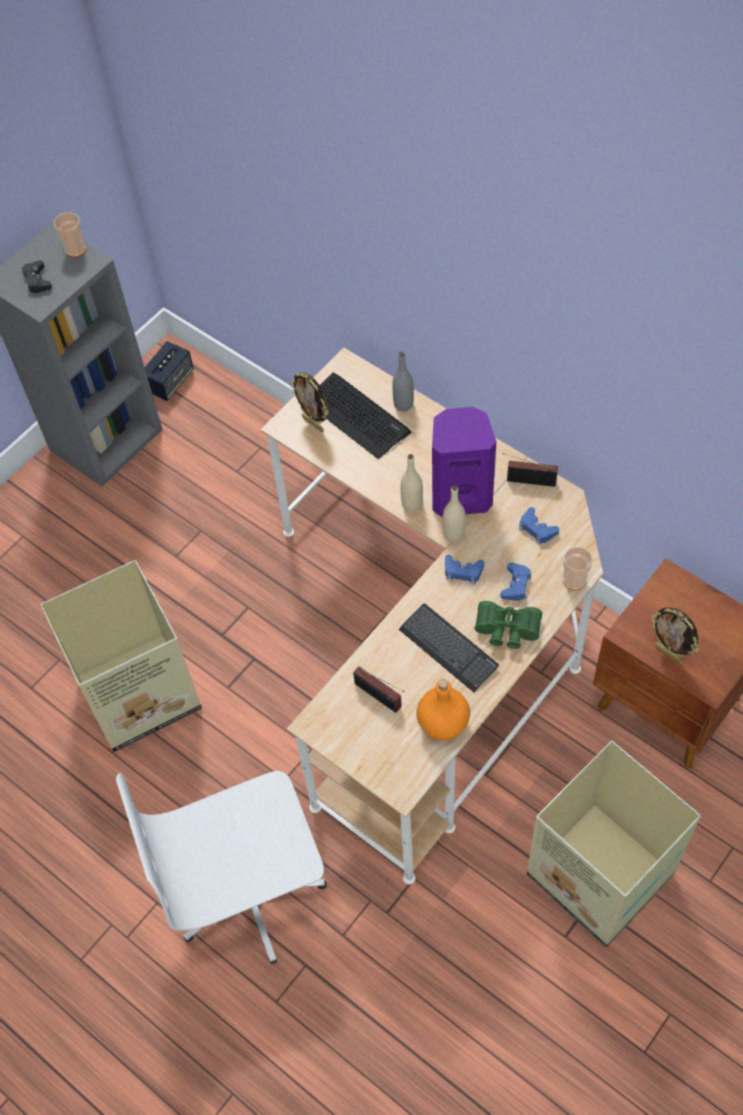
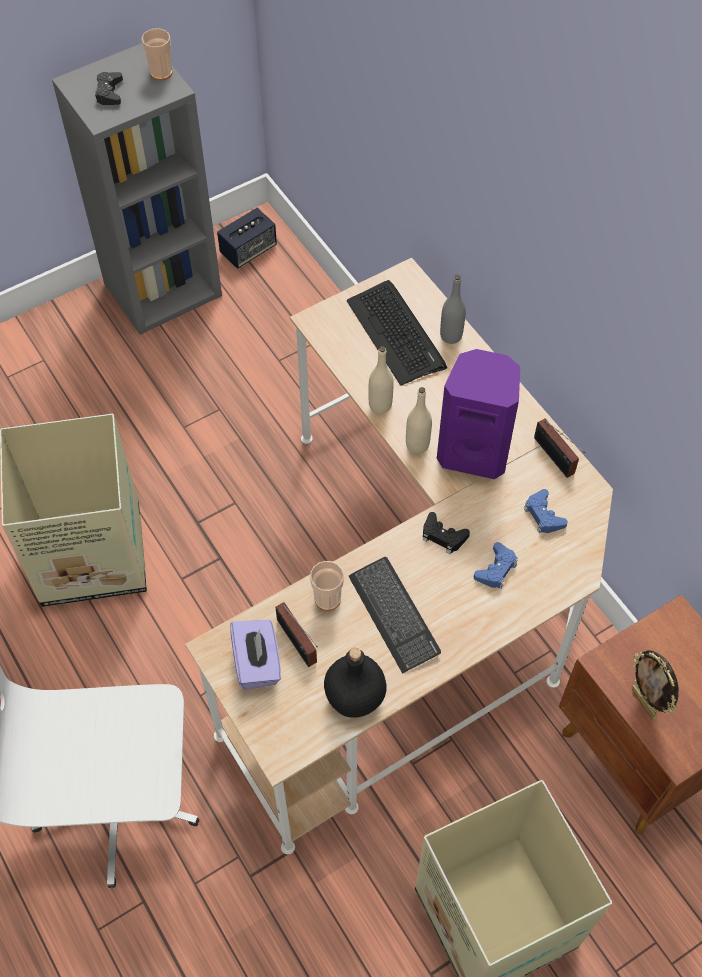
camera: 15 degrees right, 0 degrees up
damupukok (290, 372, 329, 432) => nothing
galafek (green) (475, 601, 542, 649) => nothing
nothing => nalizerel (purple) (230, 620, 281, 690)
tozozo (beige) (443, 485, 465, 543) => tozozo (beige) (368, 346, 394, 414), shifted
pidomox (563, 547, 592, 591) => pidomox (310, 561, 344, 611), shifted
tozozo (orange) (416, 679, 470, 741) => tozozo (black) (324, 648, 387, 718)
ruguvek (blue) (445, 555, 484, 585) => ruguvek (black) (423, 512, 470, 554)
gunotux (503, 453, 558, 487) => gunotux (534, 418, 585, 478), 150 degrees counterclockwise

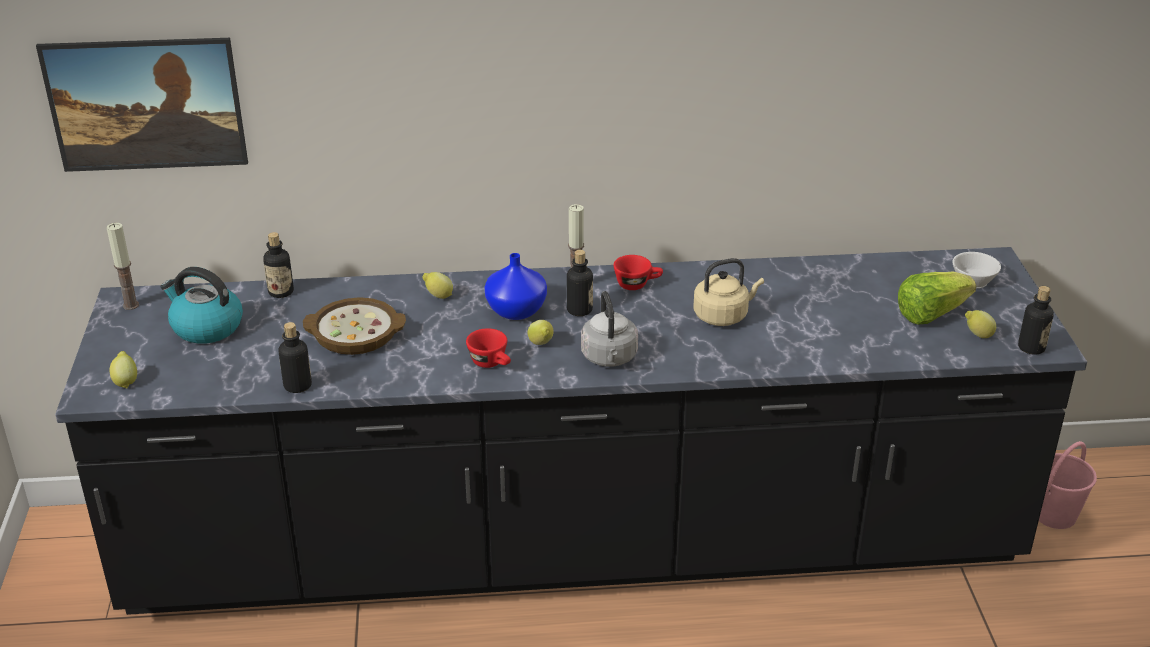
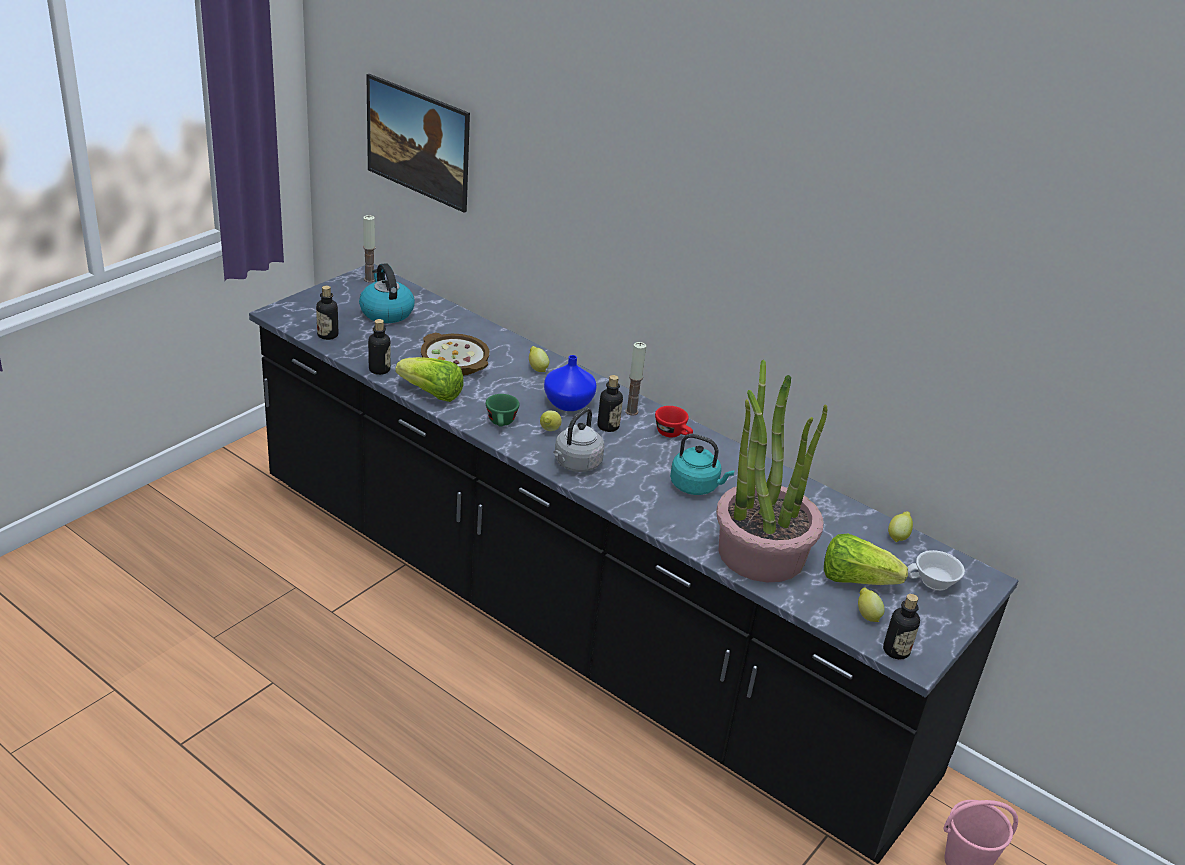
camera: 40 degrees right, 0 degrees up
nothing => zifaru (395, 357, 464, 402)
nothing => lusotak (716, 360, 828, 582)
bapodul (110, 351, 137, 388) => bapodul (888, 512, 913, 542), shifted
tozozo (263, 232, 294, 298) => tozozo (316, 286, 338, 340), shifted
pidomox (red) (466, 328, 511, 368) => pidomox (green) (486, 394, 519, 427)
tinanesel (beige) (693, 258, 764, 326) => tinanesel (turquoise) (670, 434, 735, 495)

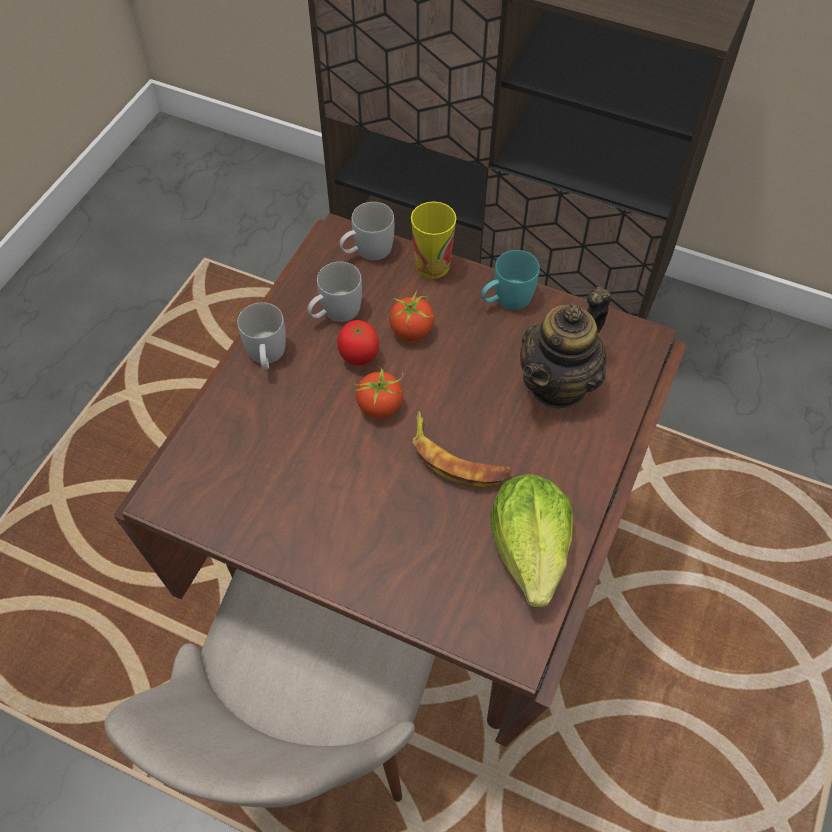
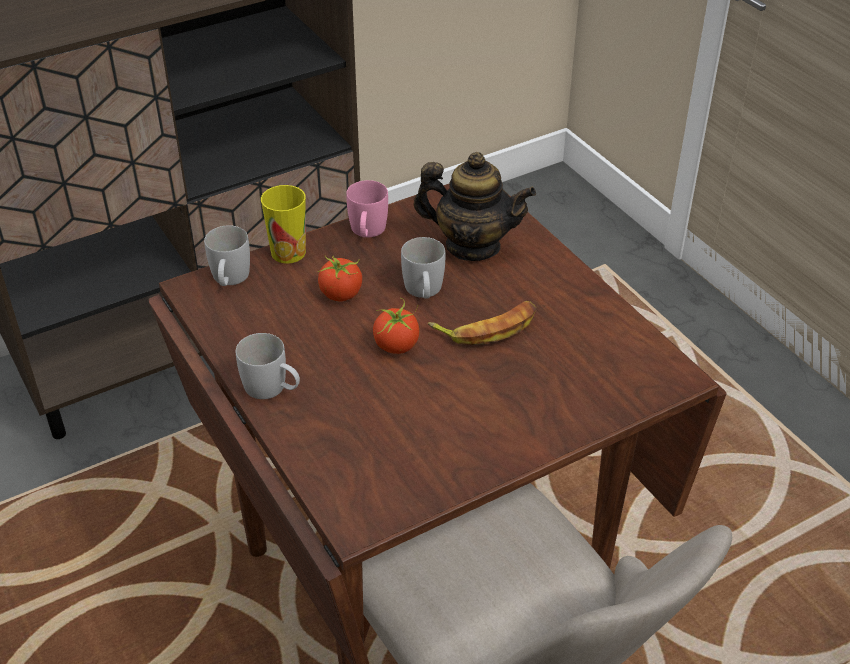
camera: 55 degrees left, 15 degrees down
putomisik (337, 320, 379, 365) => nothing
zifaru (490, 474, 573, 607) => nothing
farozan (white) (308, 262, 362, 322) => farozan (white) (401, 237, 445, 299), shifted
farozan (turquoise) (481, 250, 540, 310) => farozan (pink) (346, 180, 388, 237)
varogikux (520, 287, 611, 410) => varogikux (413, 152, 536, 261), 60 degrees counterclockwise

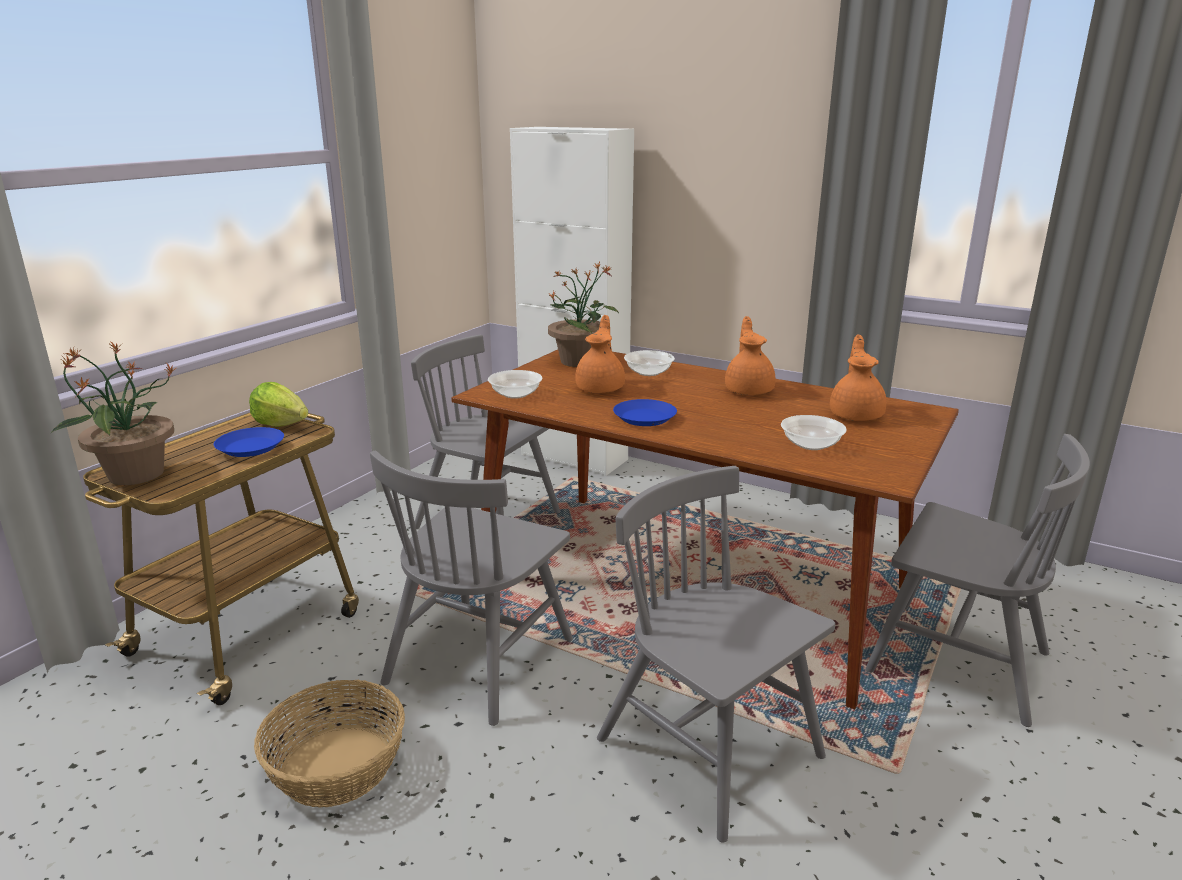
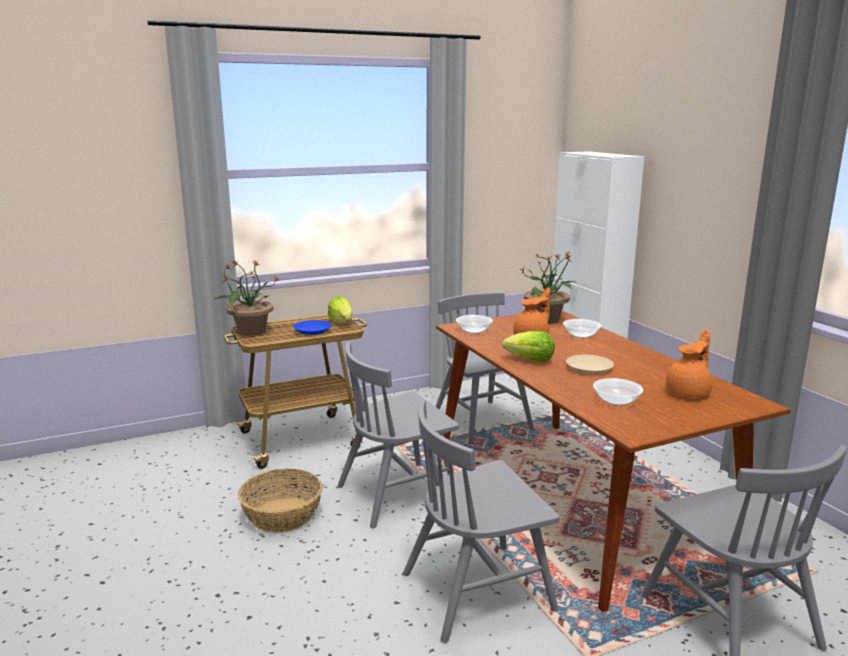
camera: 35 degrees right, 5 degrees down
varogikux (orange) (725, 316, 776, 395) => nothing
nothing => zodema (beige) (566, 354, 614, 374)
zodema (blue) (613, 399, 677, 426) => zifaru (503, 331, 555, 362)
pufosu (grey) (597, 466, 835, 842) => pufosu (grey) (403, 400, 560, 643), 105 degrees counterclockwise

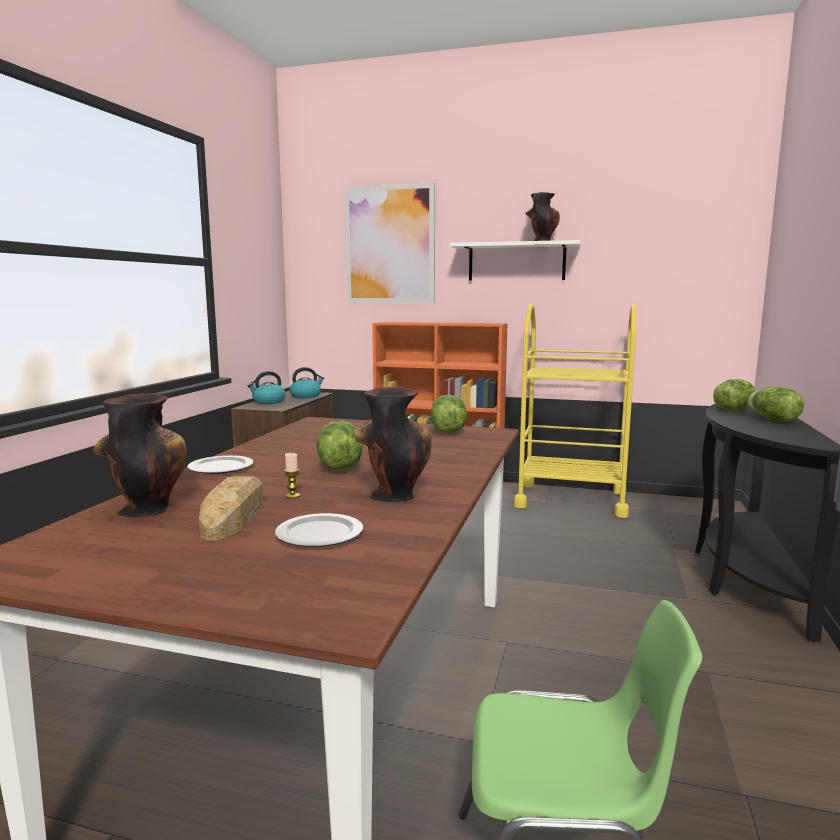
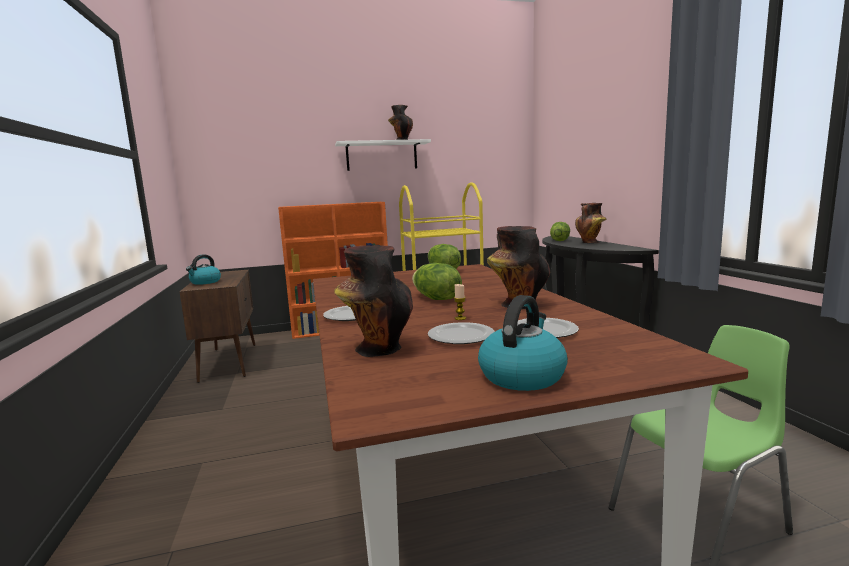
camera: 30 degrees left, 0 degrees up
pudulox (344, 182, 435, 303) => nothing
tinanesel (290, 367, 324, 398) => tinanesel (478, 295, 568, 391), shifted
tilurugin (199, 476, 263, 541) => zodema (428, 322, 495, 344)
zifaru (748, 387, 804, 422) => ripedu (575, 203, 607, 243)

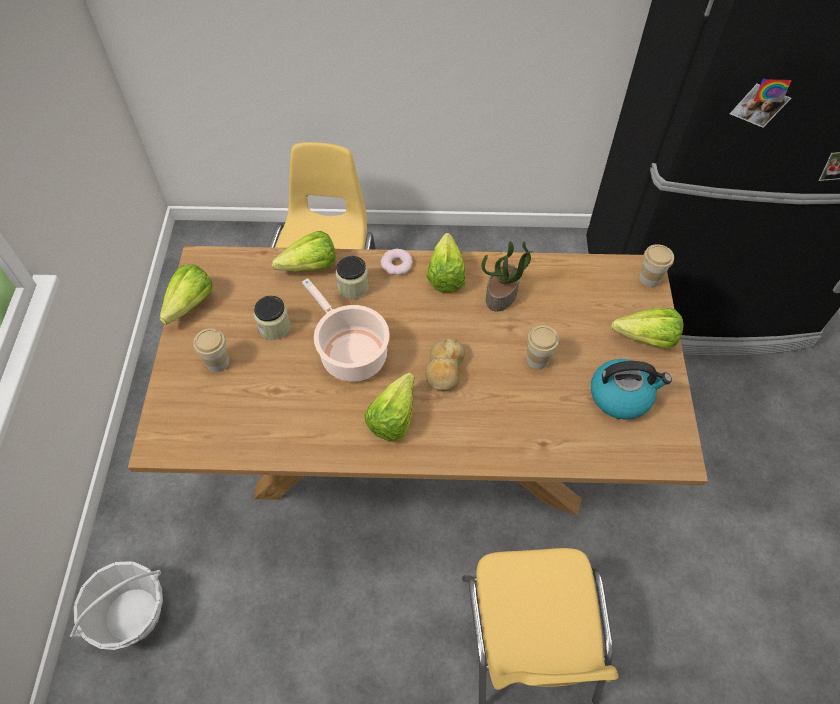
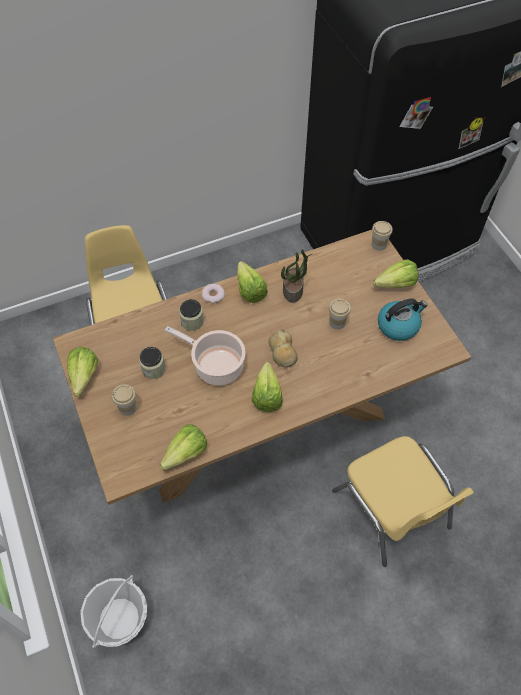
camera: 25 degrees left, 0 degrees up
zifaru (272, 231, 336, 271) => zifaru (160, 424, 207, 471), shifted

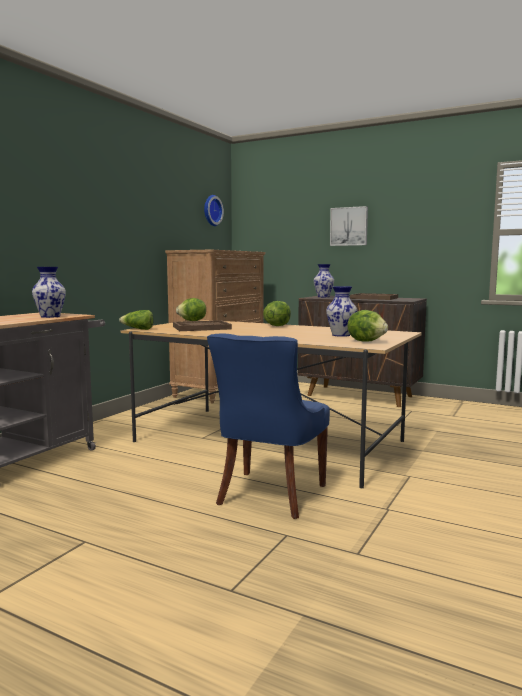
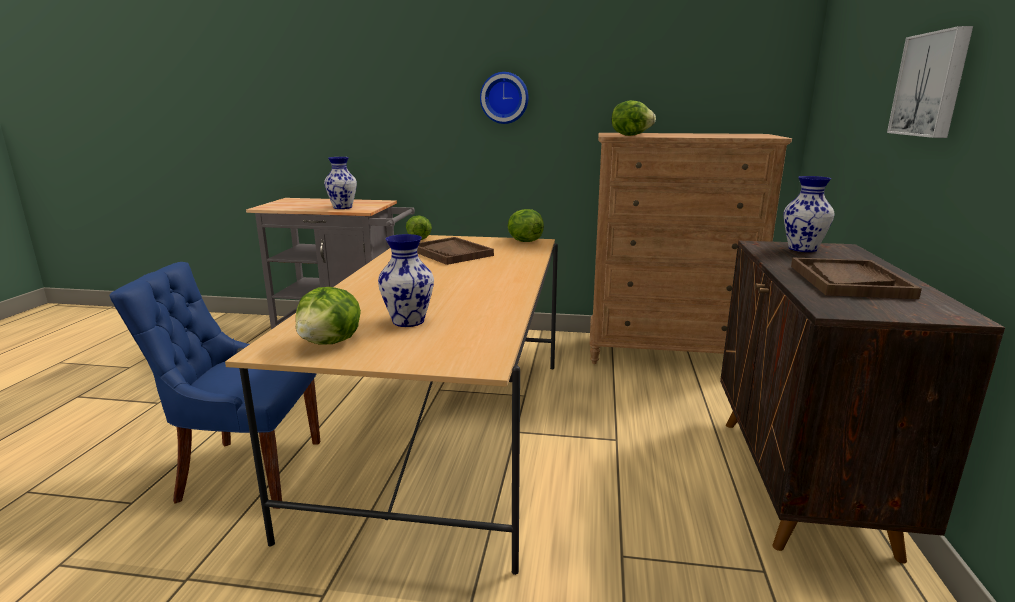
camera: 70 degrees right, 10 degrees up
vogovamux (204, 195, 224, 226) => vogovamux (480, 72, 529, 124), shifted
zifaru (263, 301, 291, 326) => zifaru (612, 100, 656, 136), shifted

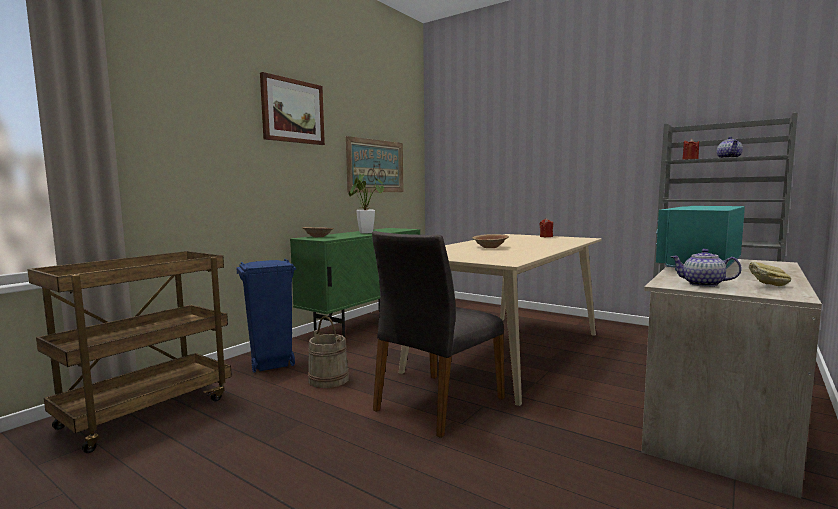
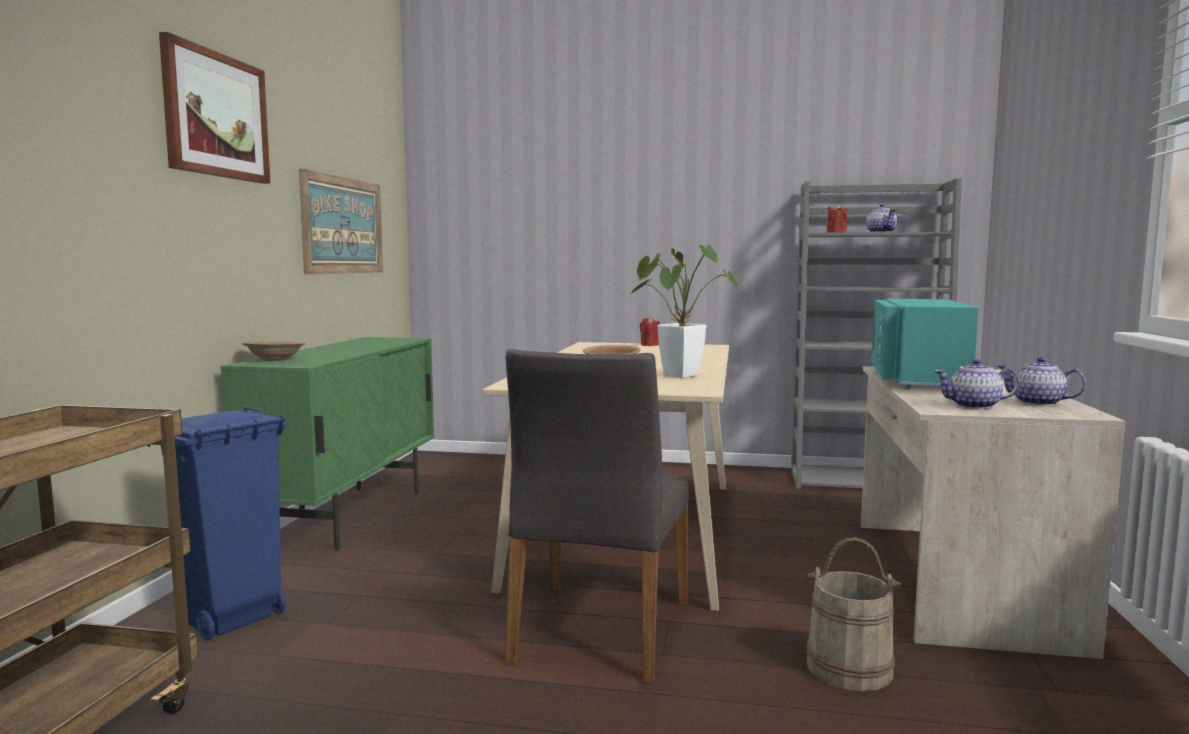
camera: 25 degrees left, 0 degrees up
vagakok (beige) (308, 316, 349, 388) => vagakok (beige) (807, 537, 901, 691), shifted
lusotak (349, 174, 384, 234) => lusotak (631, 244, 738, 378), shifted
tilurugin (749, 262, 791, 286) => varogikux (998, 357, 1086, 406)

